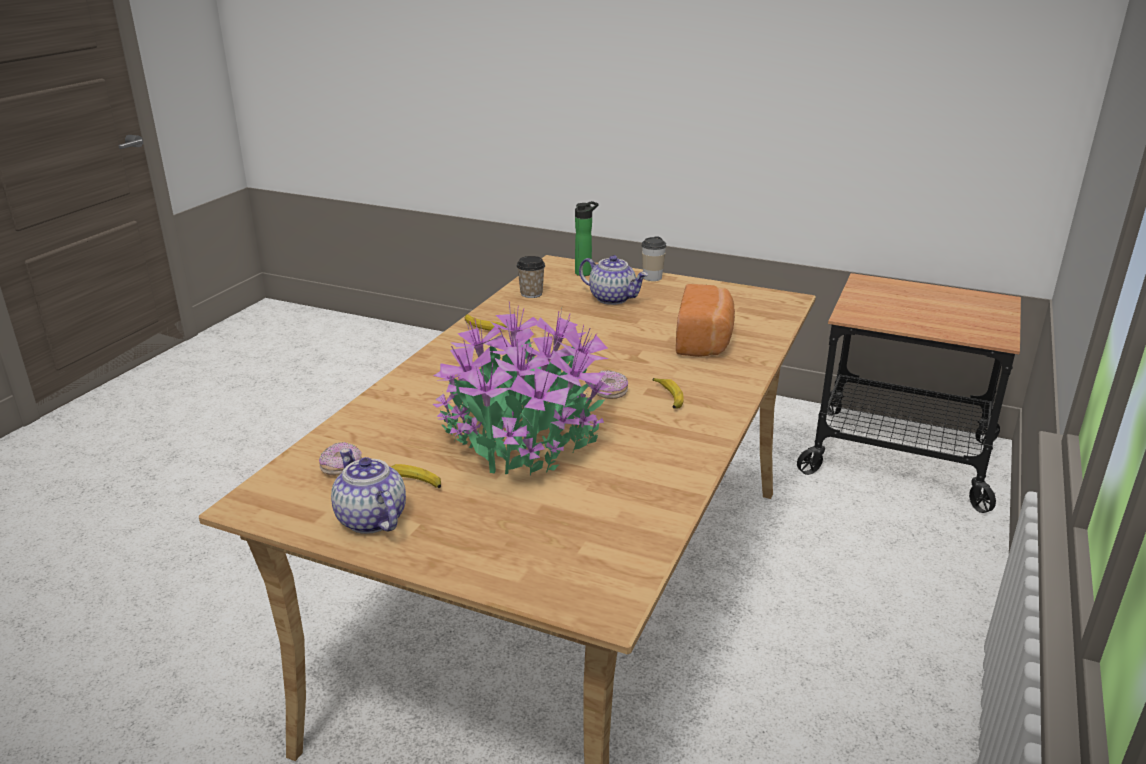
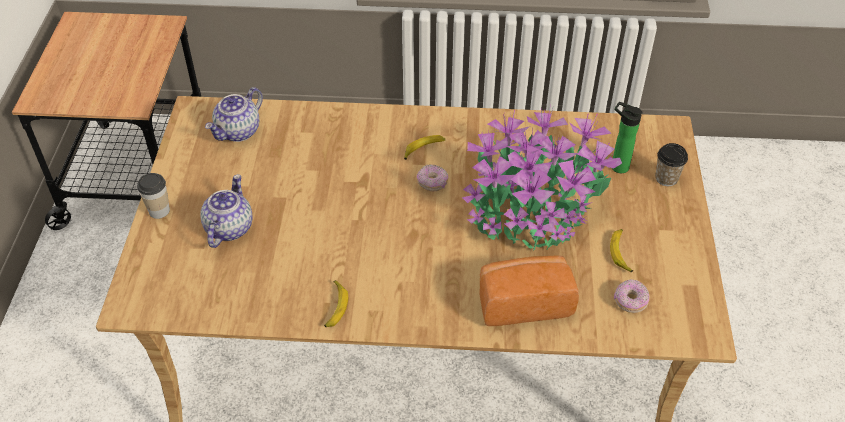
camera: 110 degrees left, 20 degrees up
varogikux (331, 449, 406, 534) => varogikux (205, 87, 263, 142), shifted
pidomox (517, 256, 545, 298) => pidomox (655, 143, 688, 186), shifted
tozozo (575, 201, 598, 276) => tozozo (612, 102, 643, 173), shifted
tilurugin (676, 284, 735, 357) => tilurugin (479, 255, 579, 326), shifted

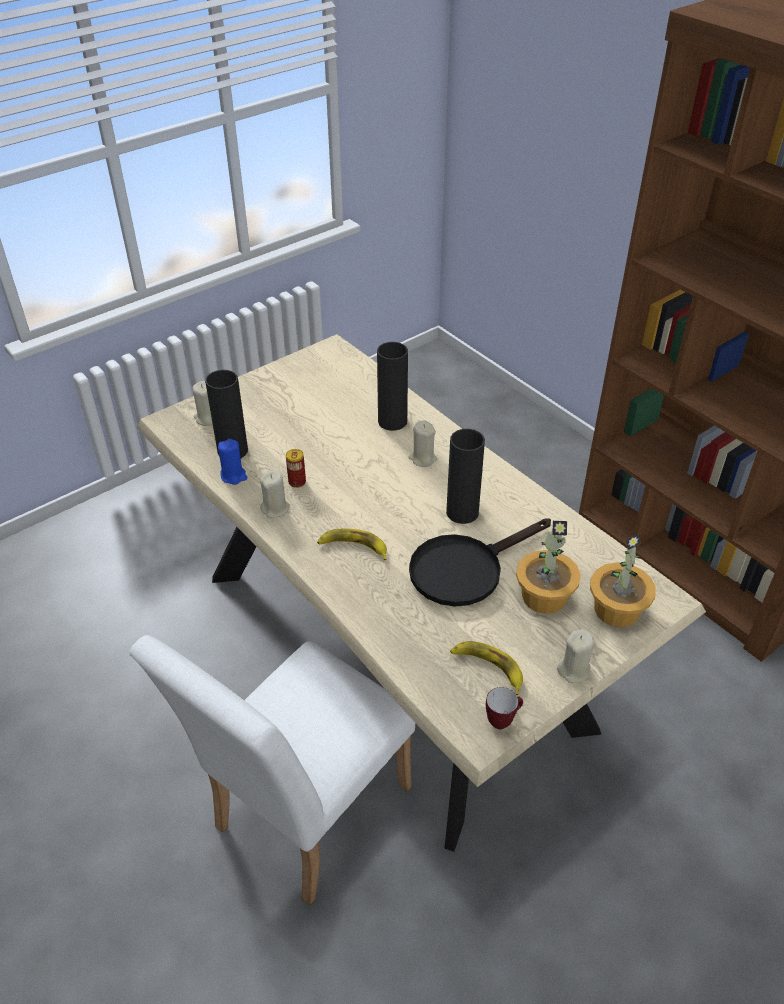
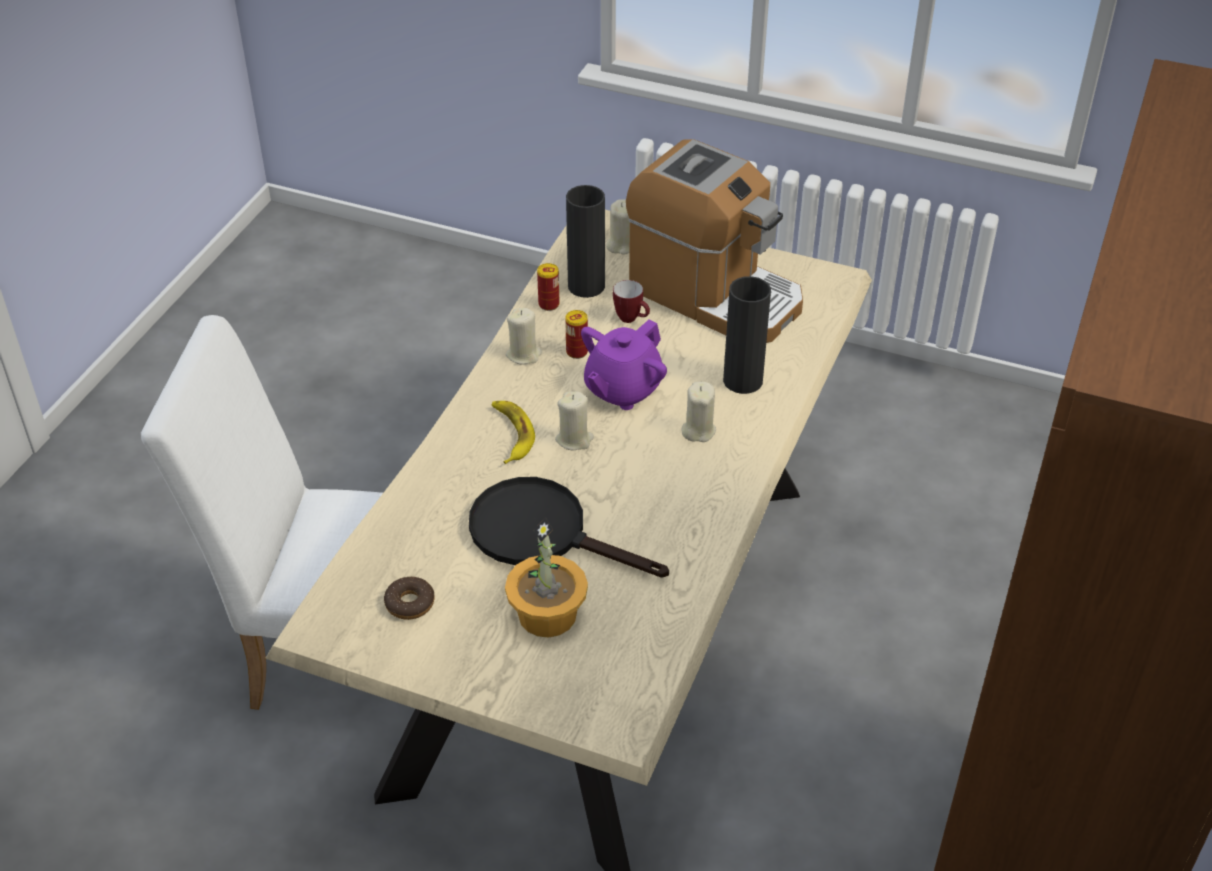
camera: 60 degrees right, 0 degrees up
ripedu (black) (446, 429, 485, 524) => nothing
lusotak (590, 534, 656, 627) => nothing
nothing => varogikux (purple) (581, 319, 667, 410)
nothing => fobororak (626, 139, 803, 343)
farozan (486, 687, 523, 729) => farozan (613, 280, 650, 323), shifted
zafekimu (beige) (557, 629, 595, 683) => zafekimu (beige) (555, 392, 594, 451), shifted
zafekimu (blue) (218, 439, 247, 485) => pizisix (537, 263, 560, 311)
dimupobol (450, 641, 523, 695) => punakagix (384, 577, 435, 620)

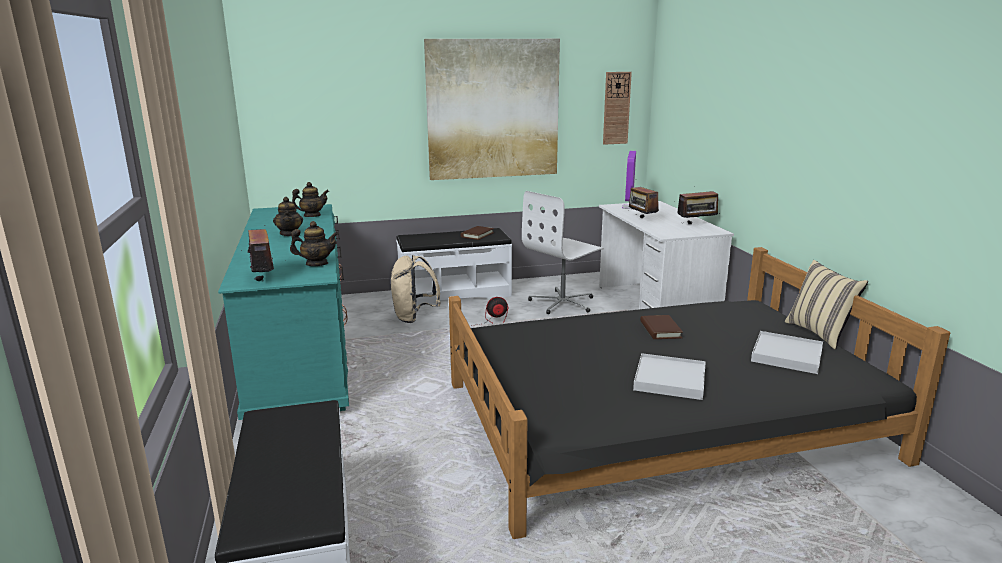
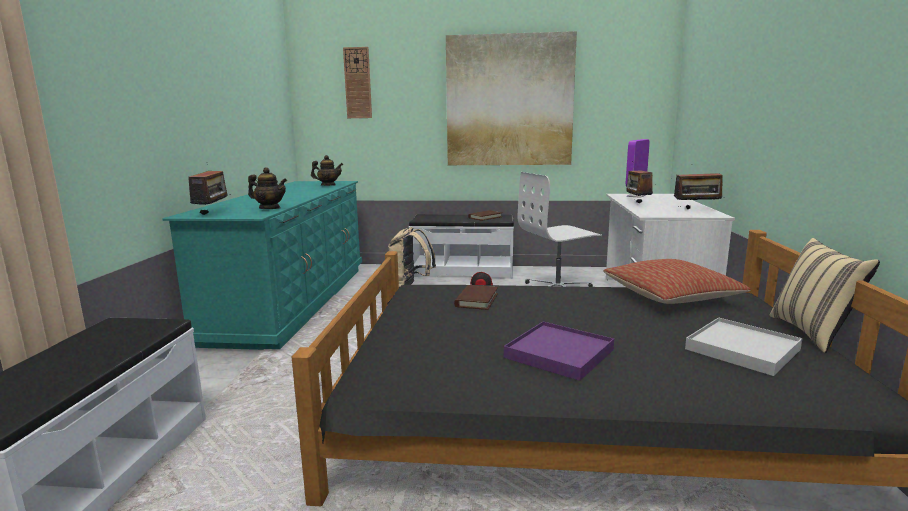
camera: 20 degrees right, 5 degrees down
varogikux (273, 197, 303, 236) => nothing
nothing => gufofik (603, 259, 751, 304)
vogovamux (603, 72, 632, 145) => vogovamux (343, 47, 372, 118), shifted
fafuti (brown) (640, 315, 683, 339) => fafuti (brown) (454, 285, 498, 310), shifted
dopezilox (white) (633, 353, 706, 400) => dopezilox (purple) (504, 321, 614, 381)

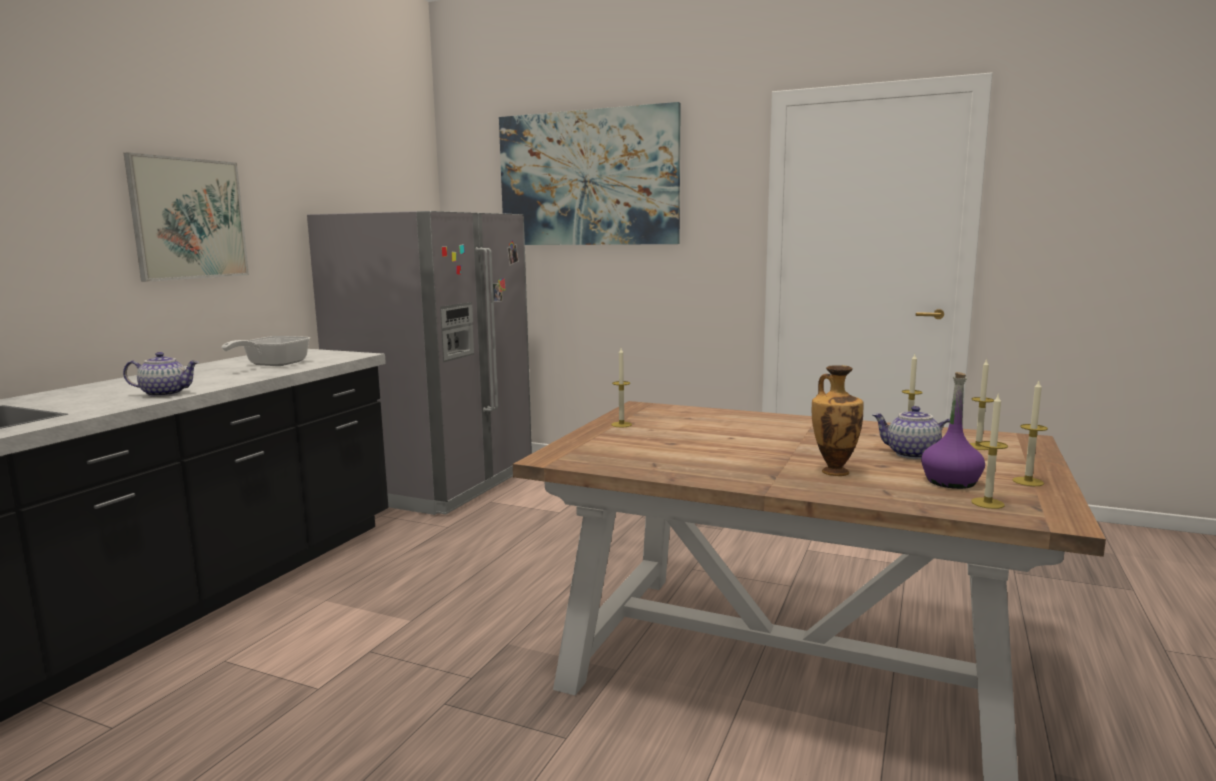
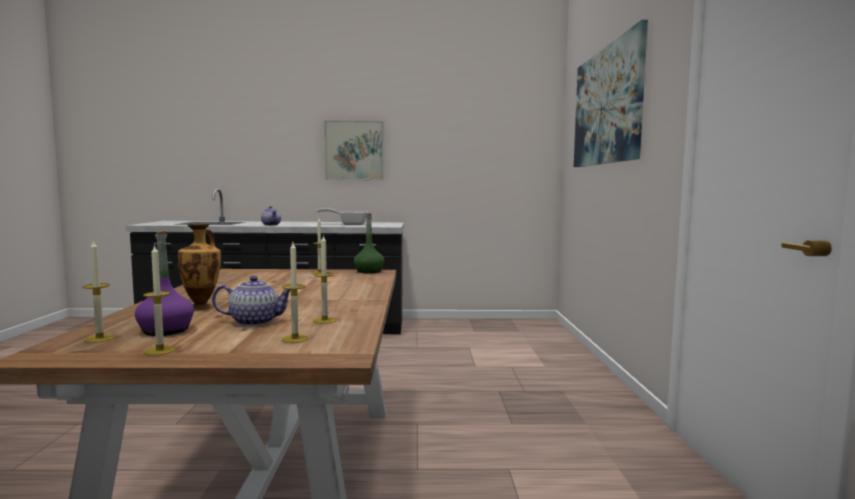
camera: 65 degrees right, 5 degrees down
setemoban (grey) (307, 211, 532, 515) => nothing
nothing => tozozo (green) (354, 213, 385, 274)
varogikux (872, 406, 950, 459) => varogikux (212, 276, 291, 326), 75 degrees clockwise

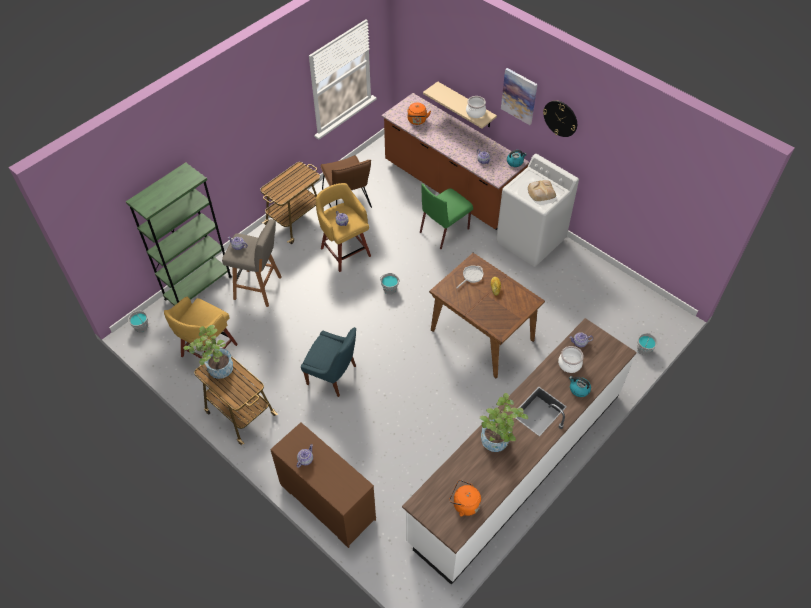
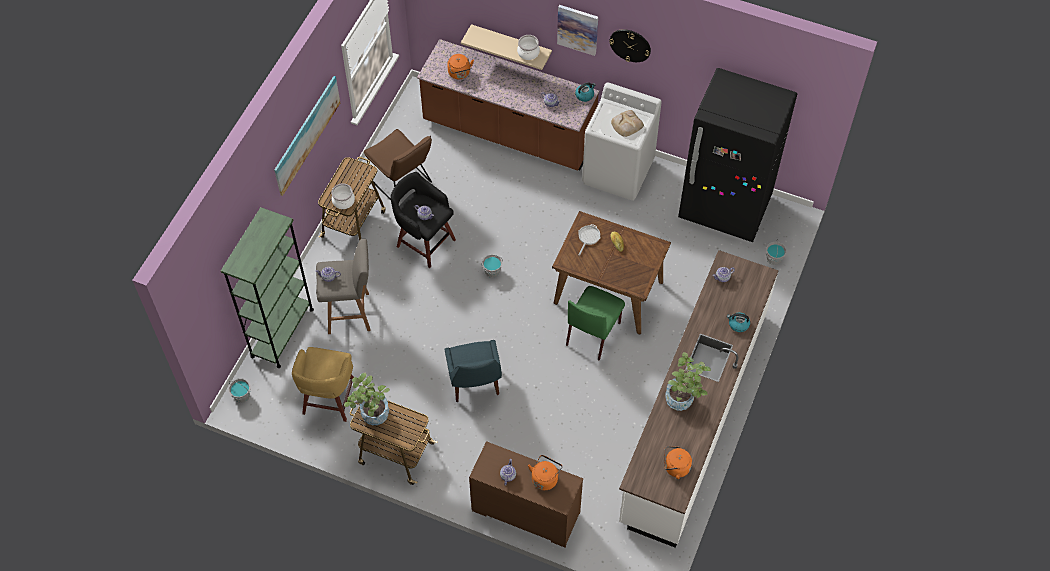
camera: 20 degrees left, 5 degrees up
nothing => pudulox (274, 76, 340, 196)
nothing => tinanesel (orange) (528, 455, 562, 490)
nothing => setemoban (black) (678, 68, 797, 242)
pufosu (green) (420, 184, 473, 249) => pufosu (green) (566, 286, 625, 360), shifted
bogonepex (558, 346, 584, 373) => bogonepex (331, 183, 355, 209), shifted
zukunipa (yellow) (315, 183, 371, 272) => zukunipa (black) (391, 172, 456, 268)
pufosu (blue) (301, 327, 356, 397) => pufosu (blue) (444, 340, 502, 402), 75 degrees clockwise

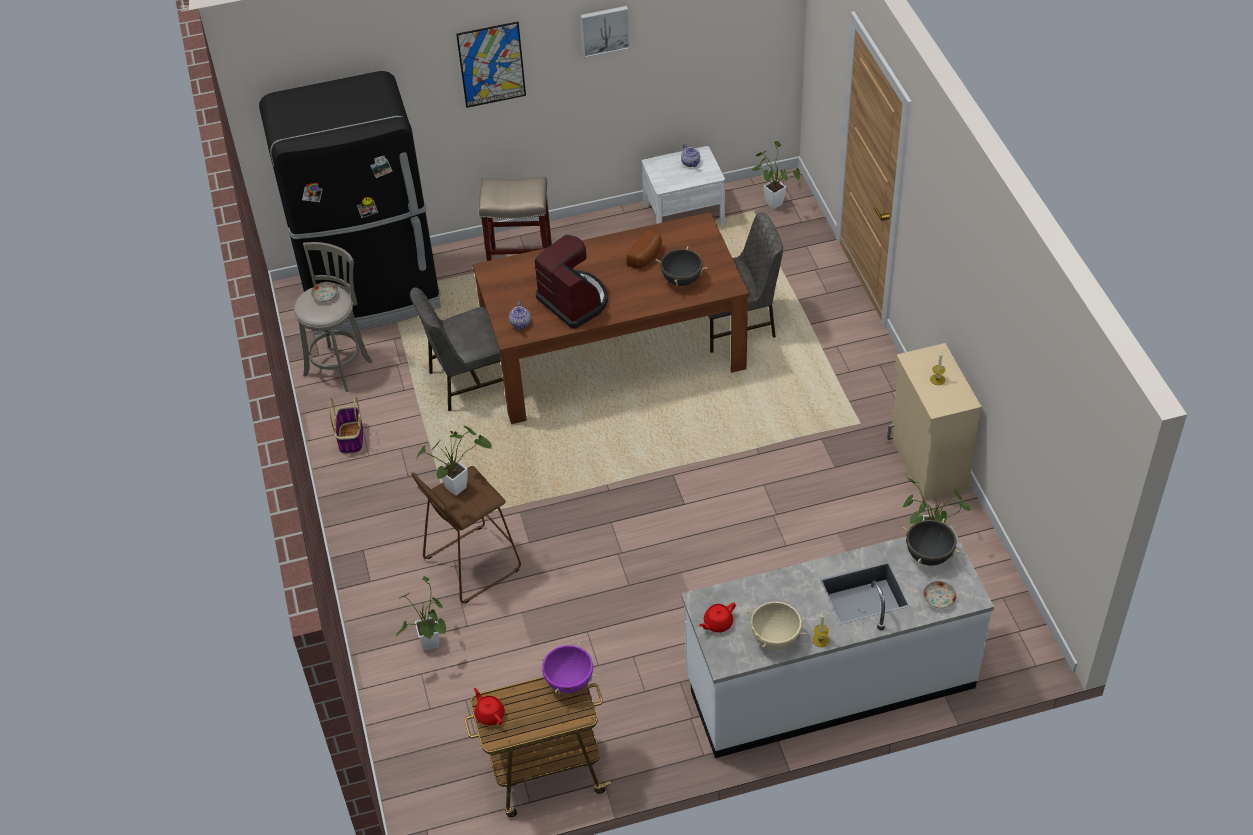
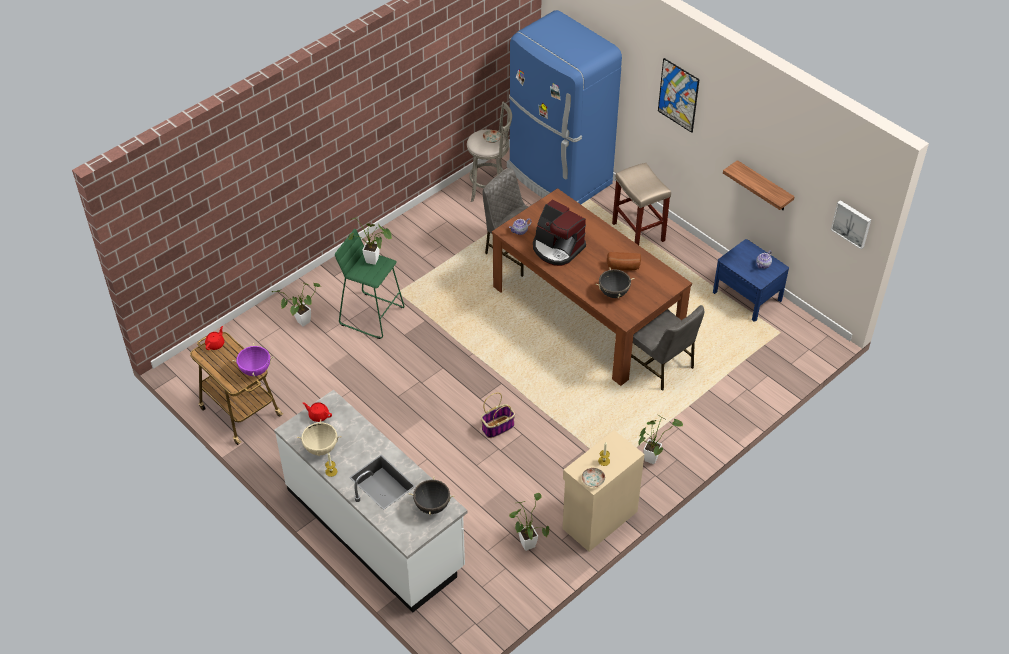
camera: 60 degrees right, 0 degrees up
nothing => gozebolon (723, 160, 795, 210)
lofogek (329, 396, 363, 454) => lofogek (481, 393, 515, 438), shifted
pudulox (580, 6, 630, 58) => pudulox (831, 200, 871, 249), shifted
lusotak (751, 141, 800, 209) => lusotak (638, 415, 683, 464), shifted
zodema (923, 581, 956, 608) => zodema (582, 468, 605, 487), shifted
setemoban (black) (259, 71, 441, 335) => setemoban (blue) (507, 10, 622, 204)
zukunipa (brown) (412, 466, 521, 603) => zukunipa (green) (335, 229, 405, 339)
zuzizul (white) (642, 146, 725, 225) => zuzizul (blue) (713, 239, 789, 321)
fobororak (535, 235, 608, 328) => fobororak (533, 199, 586, 266), 105 degrees clockwise

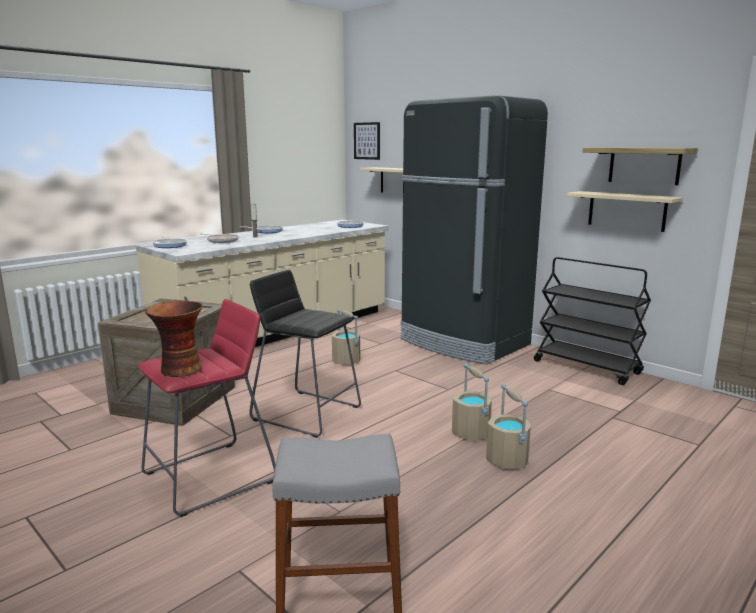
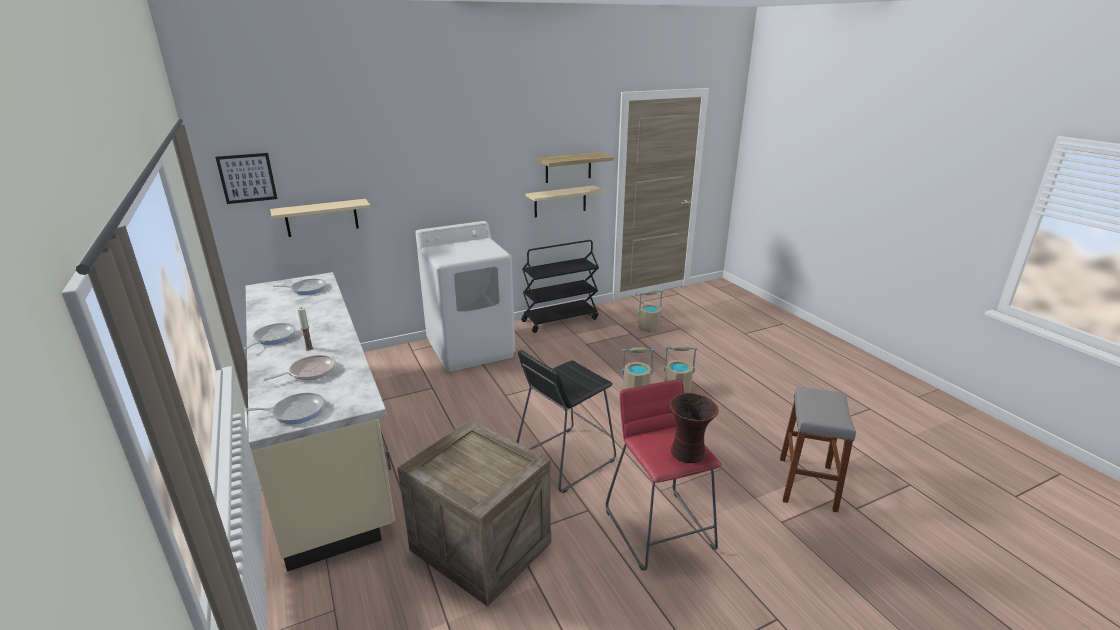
camera: 70 degrees left, 10 degrees up
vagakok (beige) (332, 309, 360, 365) => vagakok (beige) (638, 290, 663, 333), shifted
setemoban (black) (400, 96, 548, 365) => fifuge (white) (415, 221, 515, 372)

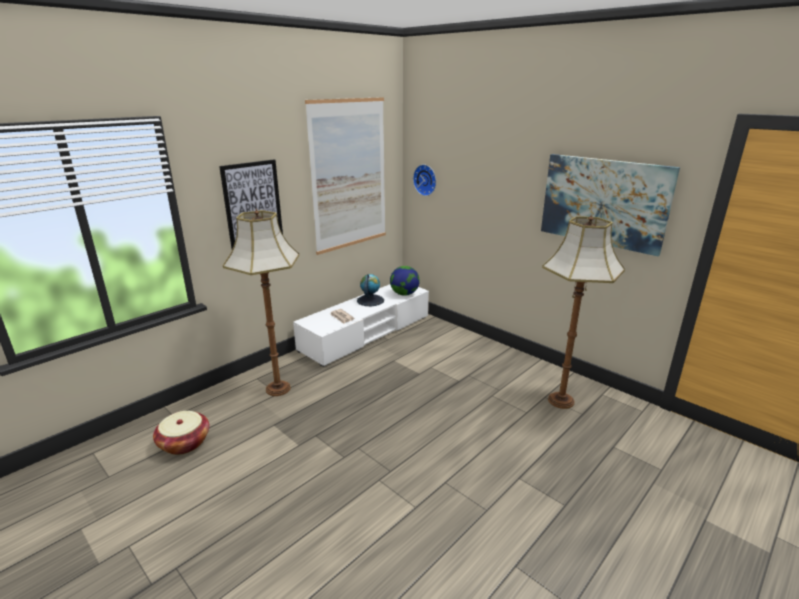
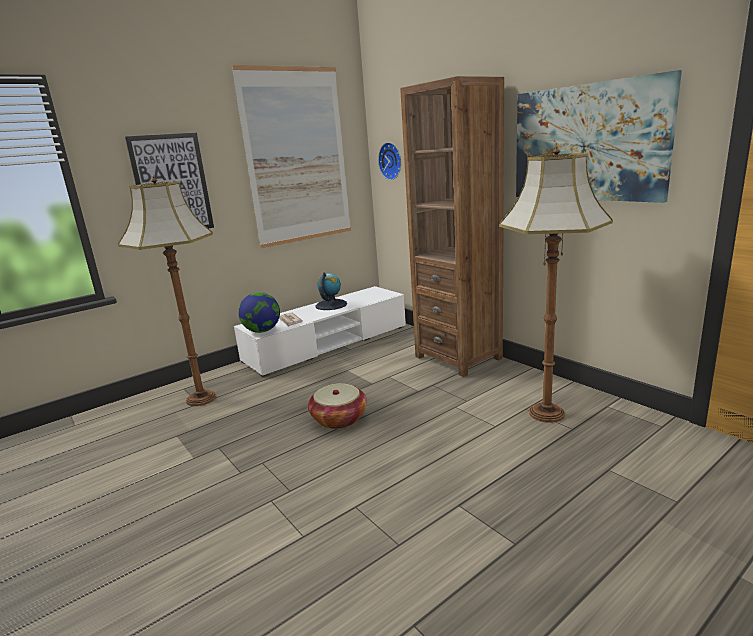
camera: 10 degrees right, 5 degrees down
nothing => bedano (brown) (400, 76, 504, 377)
lofogek (153, 411, 209, 455) => lofogek (308, 383, 367, 429), shifted
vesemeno (390, 266, 420, 296) => vesemeno (238, 292, 280, 333), shifted

